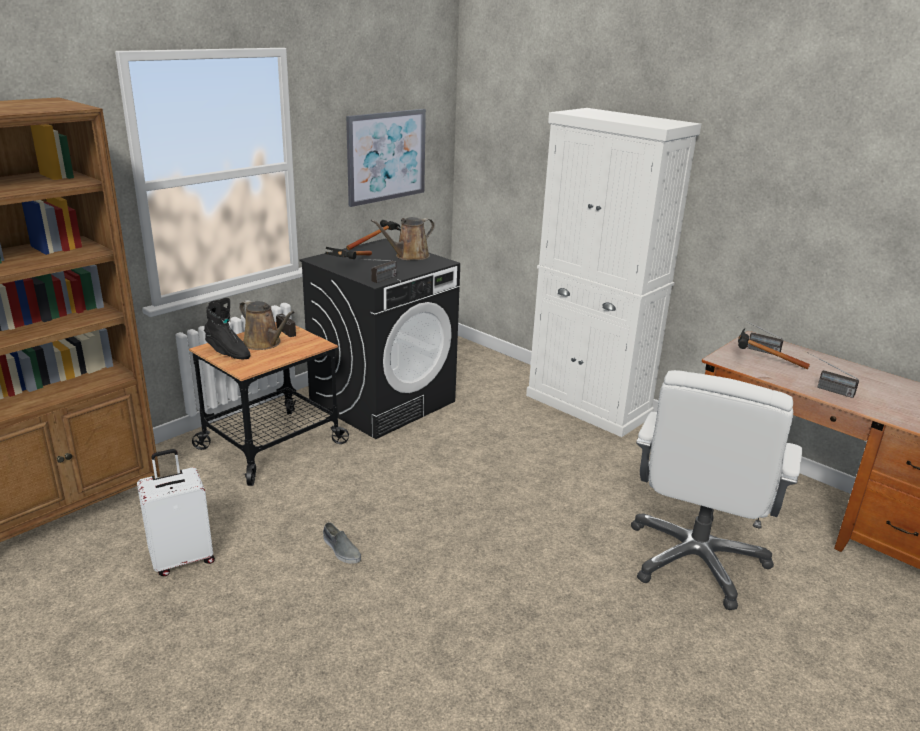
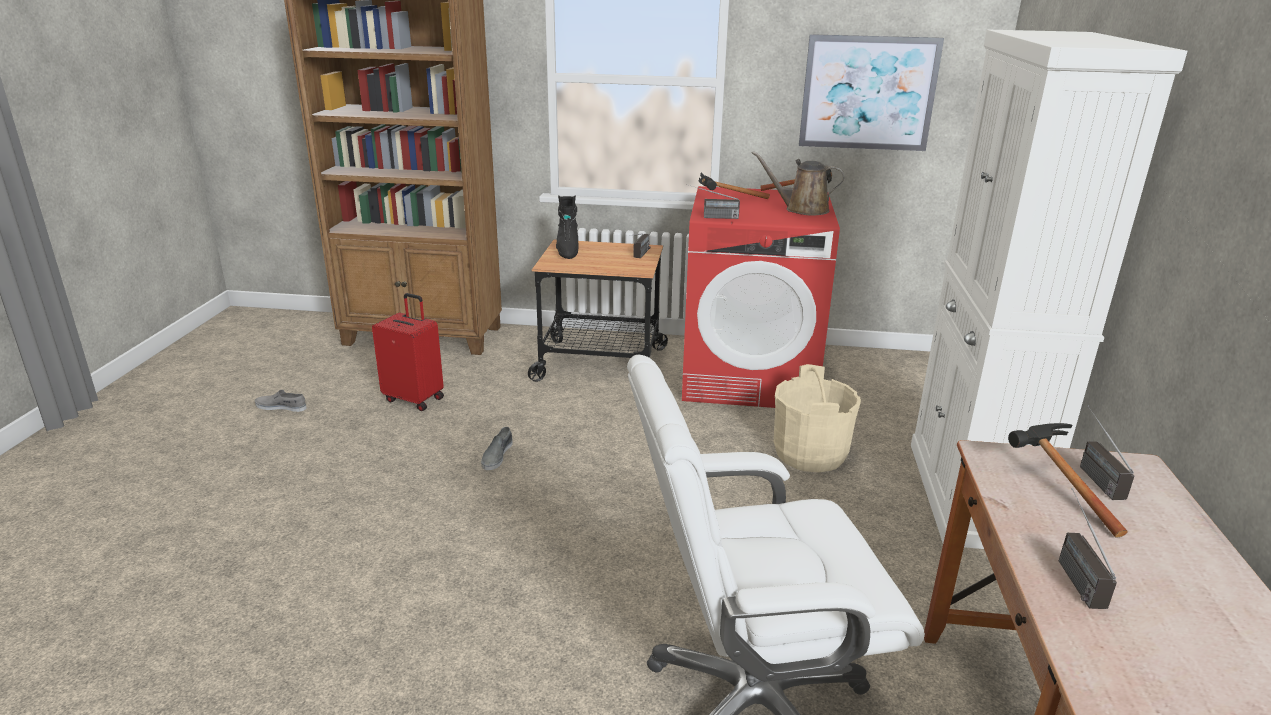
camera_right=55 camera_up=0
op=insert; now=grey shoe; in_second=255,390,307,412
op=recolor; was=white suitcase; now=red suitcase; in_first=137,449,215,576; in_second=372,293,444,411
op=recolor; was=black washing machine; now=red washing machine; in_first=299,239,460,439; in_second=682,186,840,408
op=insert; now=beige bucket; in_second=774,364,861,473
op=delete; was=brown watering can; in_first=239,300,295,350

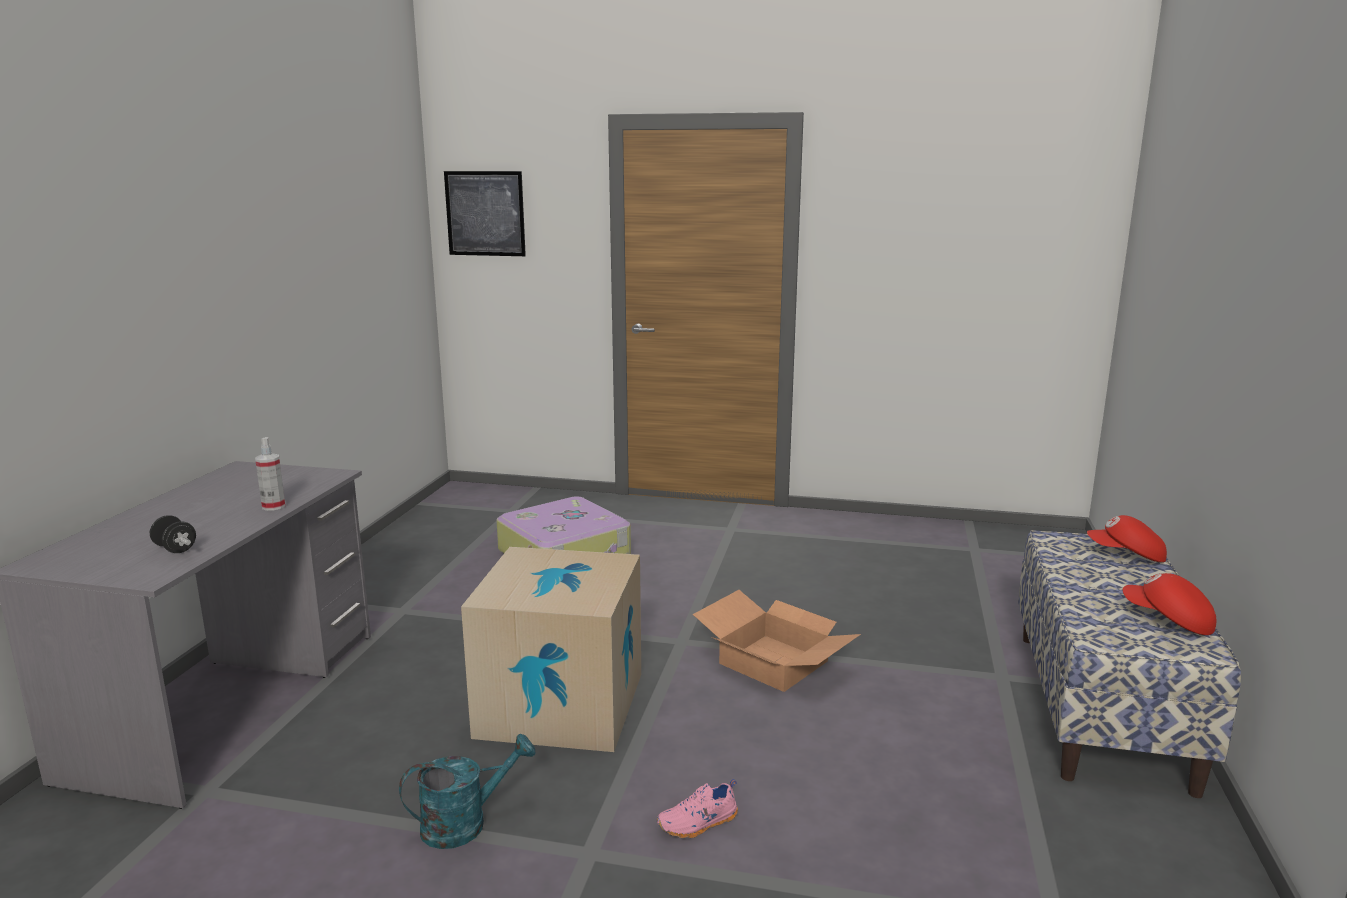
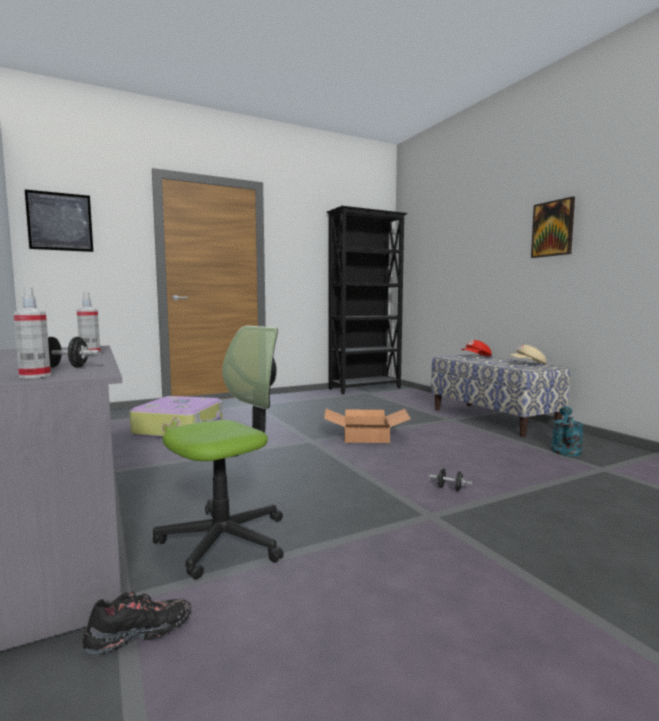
camera_right=-40 camera_up=-10
op=insert; now=spray bottle; in_second=14,287,51,378
op=insert; now=black shoe; in_second=82,592,191,654
op=insert; now=office chair; in_second=153,326,284,579
op=insert; now=black bookcase; in_second=327,206,408,394
op=replace; was=pink shoe; now=black dumbbell; in_first=657,779,738,838; in_second=429,468,472,491
op=recolor; was=red cap; now=beige cap; in_first=1123,573,1216,635; in_second=509,345,546,364
op=insert; now=picture; in_second=531,196,575,258
op=move; was=turquoise watering can; in_first=399,734,536,849; in_second=551,406,584,456
op=delete; was=cardboard box; in_first=461,547,641,752

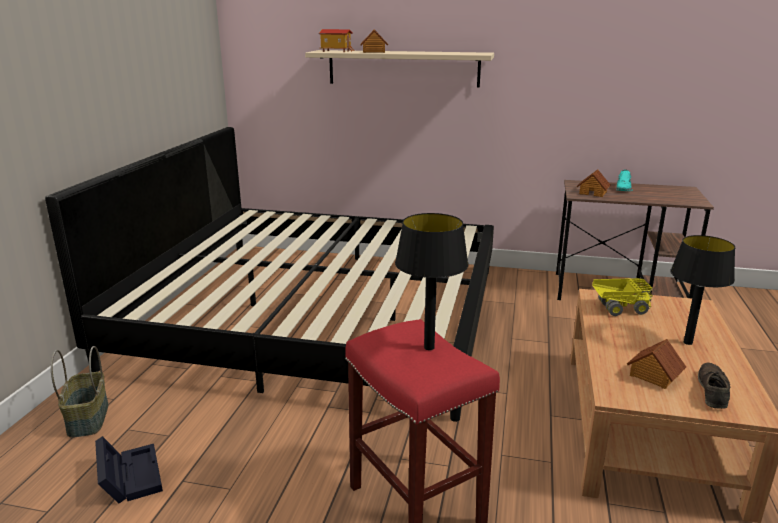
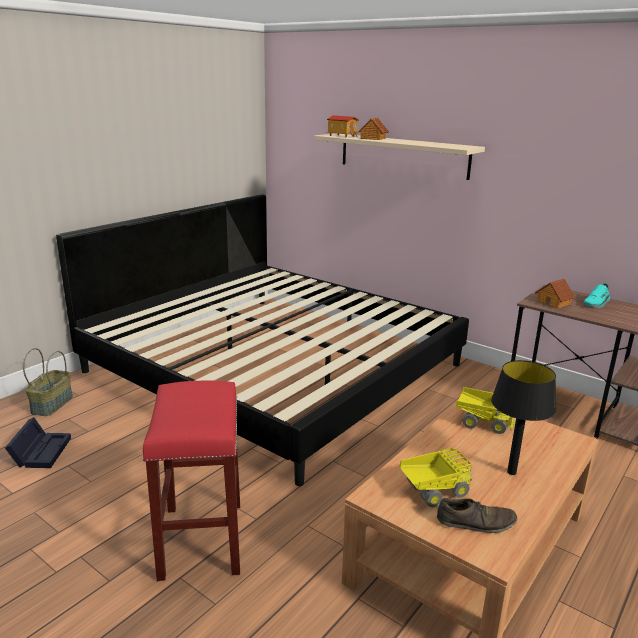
camera_right=25 camera_up=0
op=replace; was=toy house; now=toy truck; in_first=627,339,686,389; in_second=399,448,472,507
op=rotate; was=brown shoe; in_first=698,362,730,409; in_second=437,498,517,533; clockwise=45
op=delete; was=black table lamp; in_first=395,213,469,350

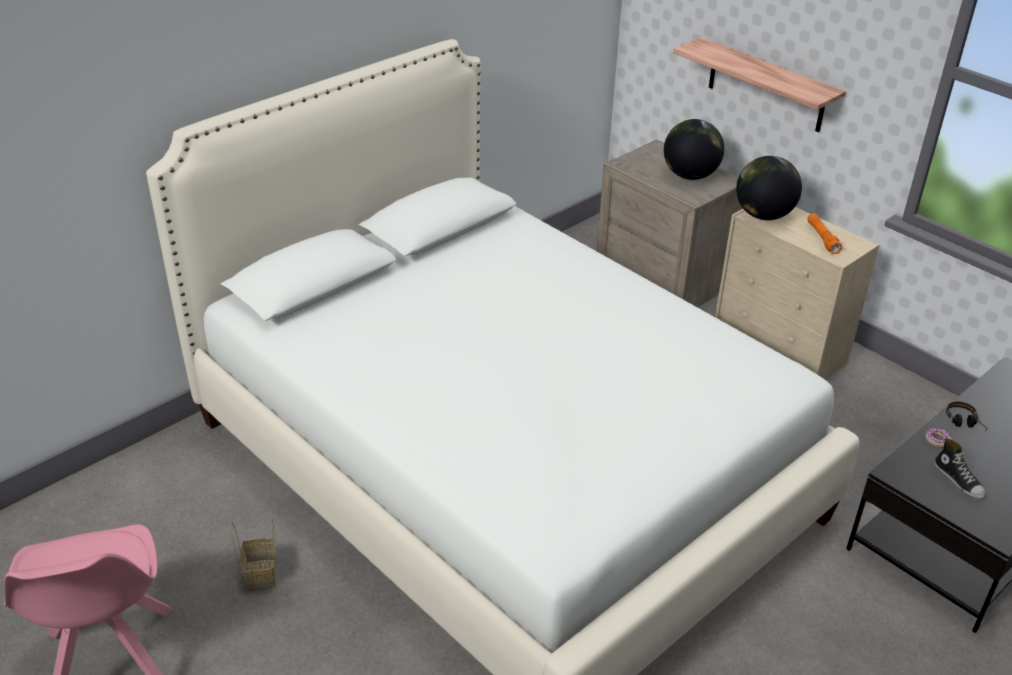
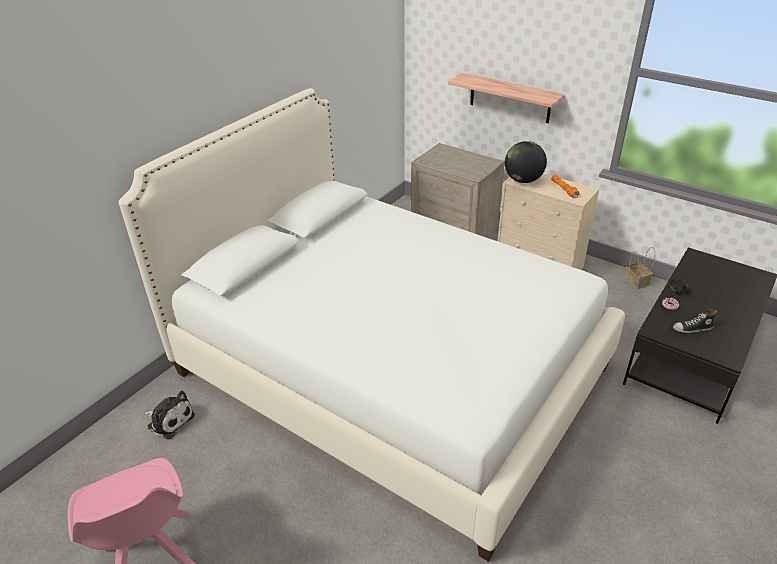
camera_right=-10 camera_up=0
op=insert; now=plush toy; in_second=145,391,195,439
op=move; was=basket; in_first=230,518,277,591; in_second=625,247,655,289
op=rotate; was=shoe; in_first=934,438,986,499; in_second=673,309,717,333; clockwise=120
op=delete; was=globe; in_first=664,119,724,180

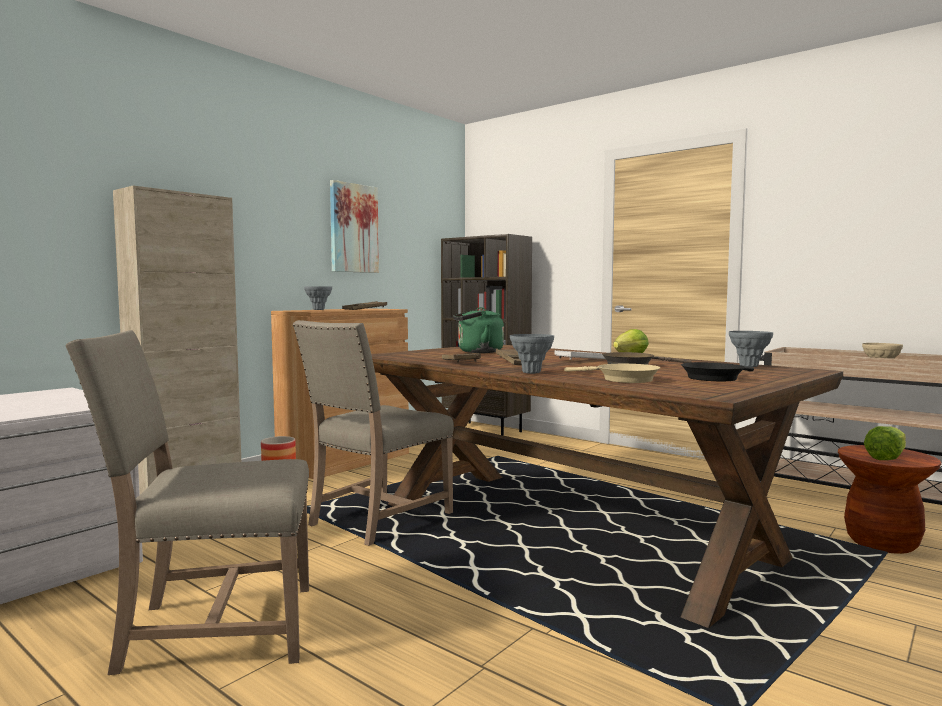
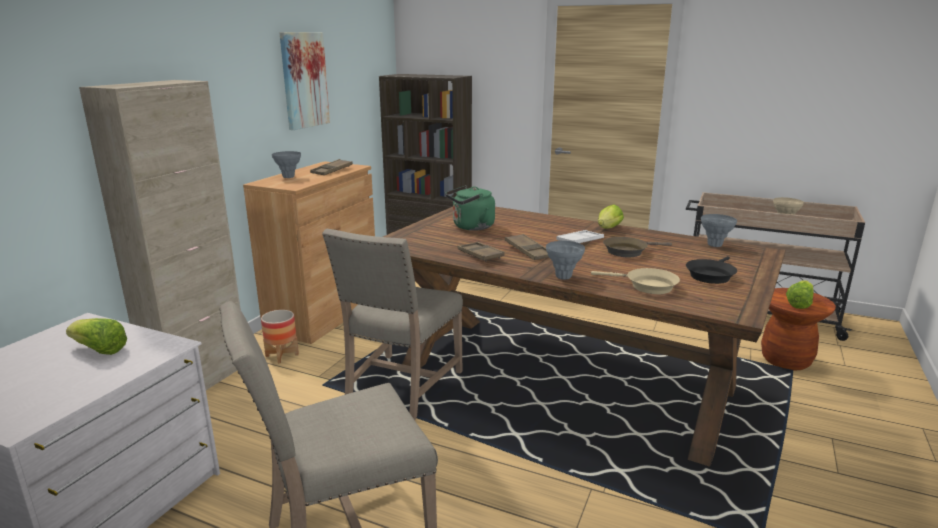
camera_right=-15 camera_up=15
op=insert; now=lettuce; in_second=66,318,127,355

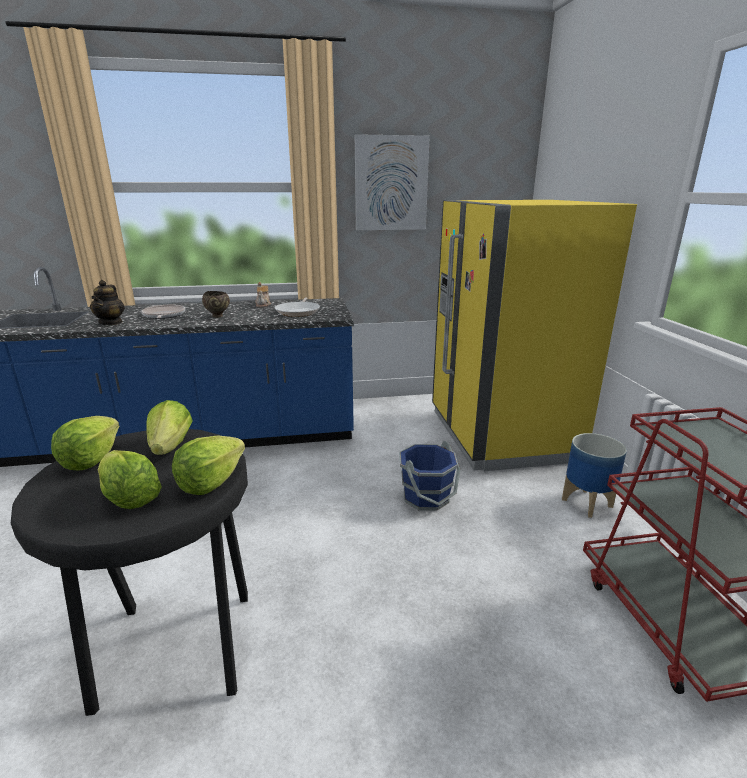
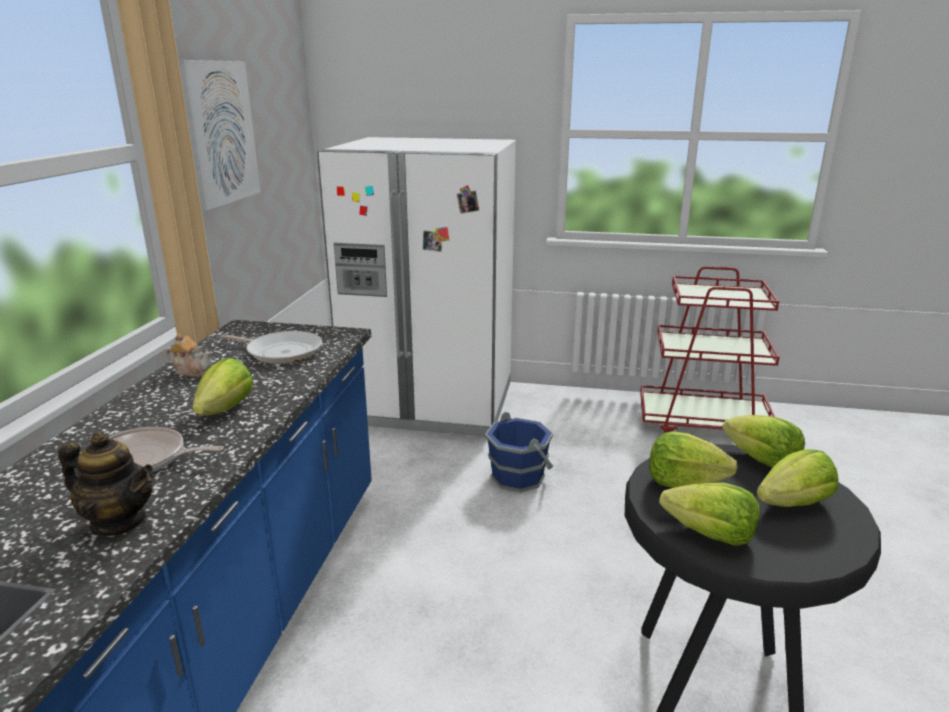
camera_right=-70 camera_up=0
op=replace; was=brown bowl; now=lettuce; in_first=202,291,230,318; in_second=193,358,254,415
op=recolor; was=yellow fridge; now=white fridge; in_first=432,200,637,471; in_second=317,137,516,437
op=delete; was=planter; in_first=562,433,627,518

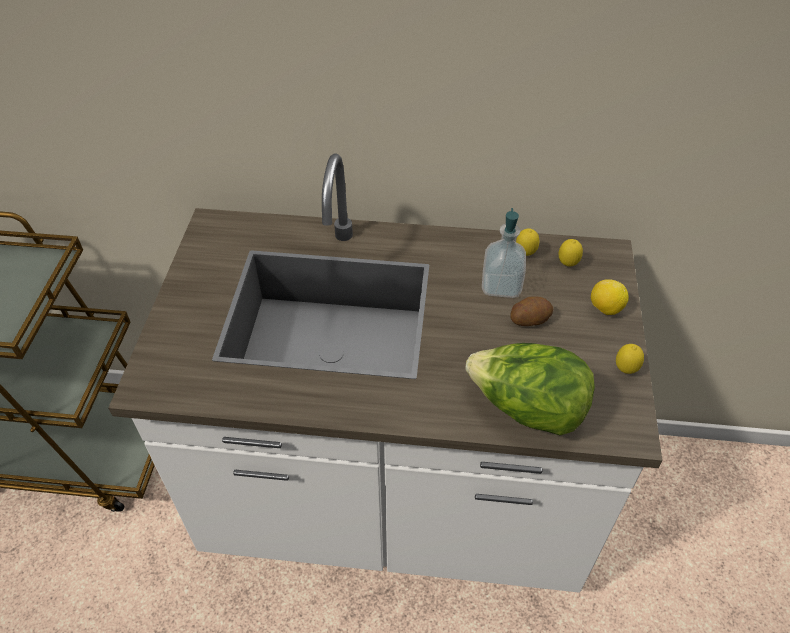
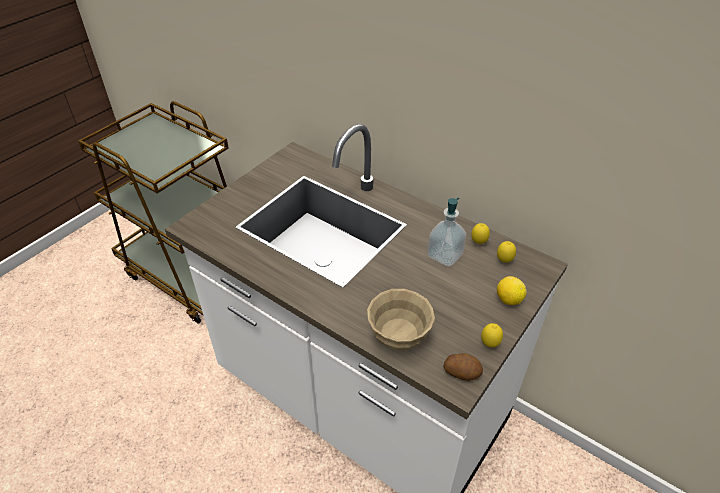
camera_right=30 camera_up=-5
op=replace; was=lettuce; now=beige bowl; in_first=465,343,595,435; in_second=367,289,435,350
op=move; was=potato; in_first=510,297,553,326; in_second=444,353,483,381

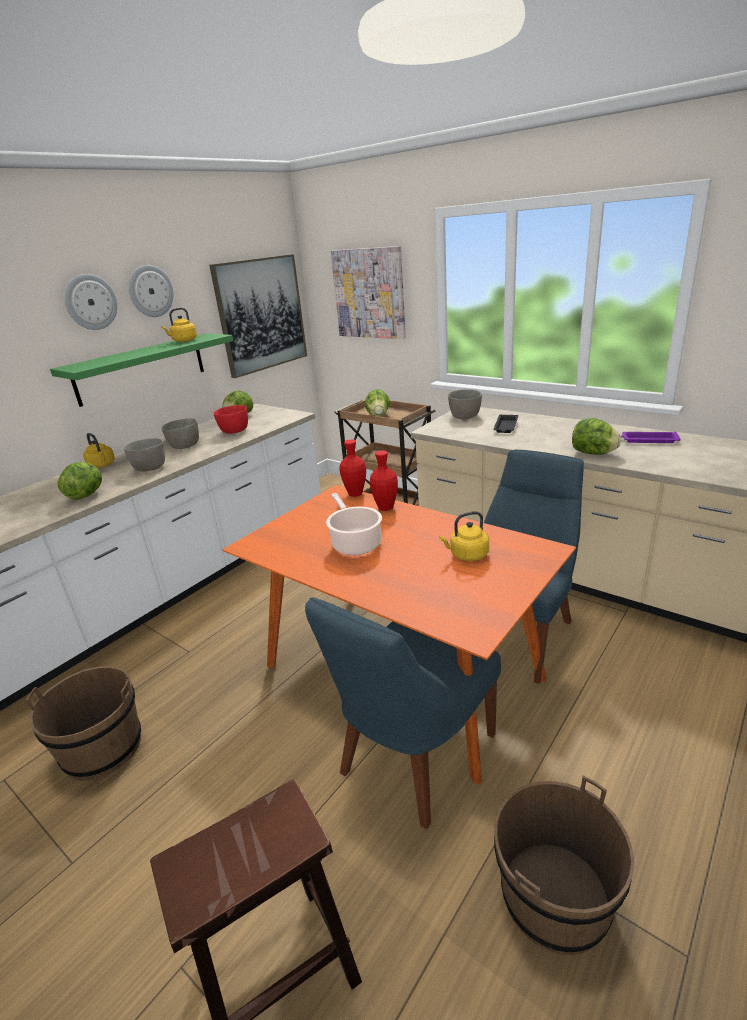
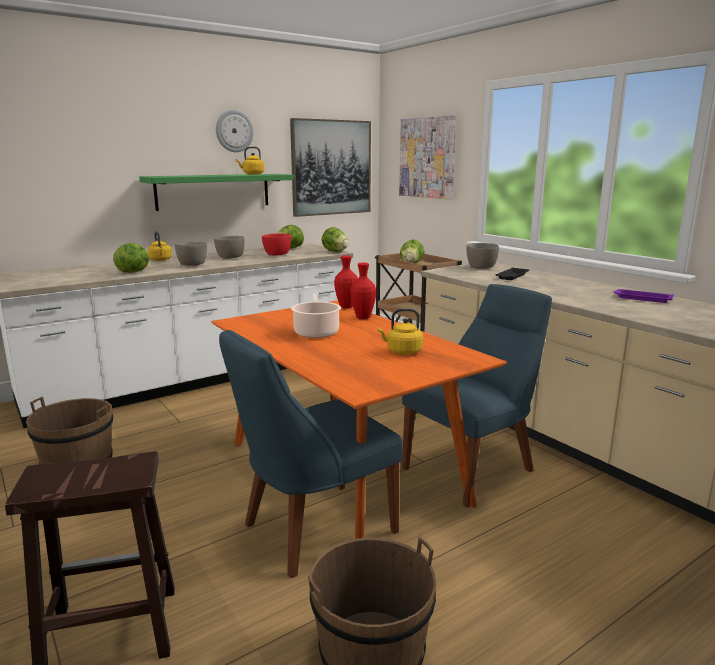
camera_right=15 camera_up=-10
op=move; was=lettuce; in_first=572,418,621,455; in_second=322,227,349,252
op=delete; was=wall clock; in_first=64,274,117,330

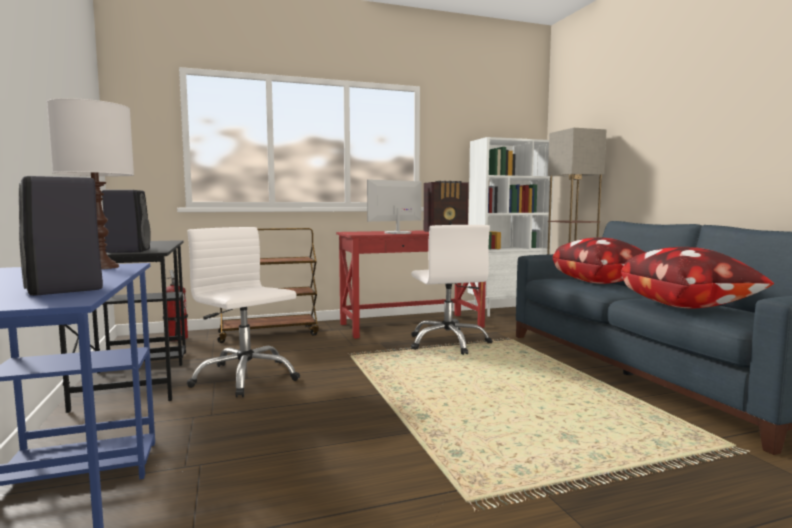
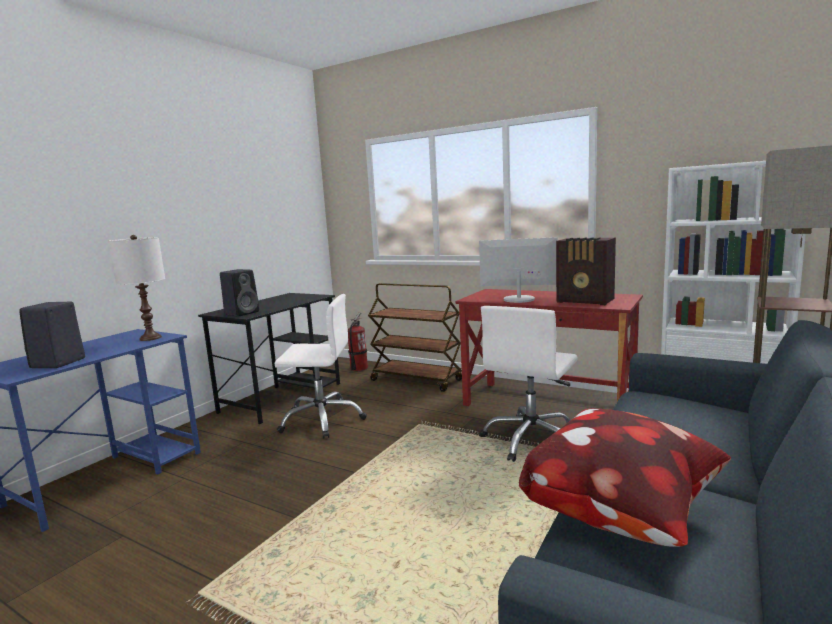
camera_right=50 camera_up=5
op=rotate; was=white office chair; in_first=187,227,300,398; in_second=274,294,367,439; clockwise=90
op=delete; was=pillow; in_first=552,237,645,284

